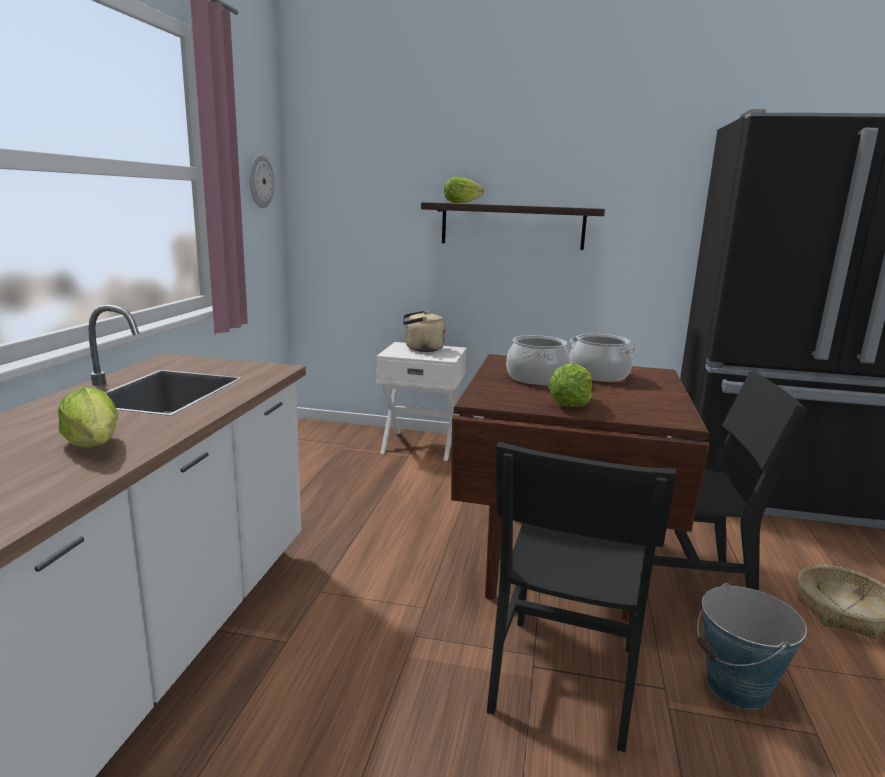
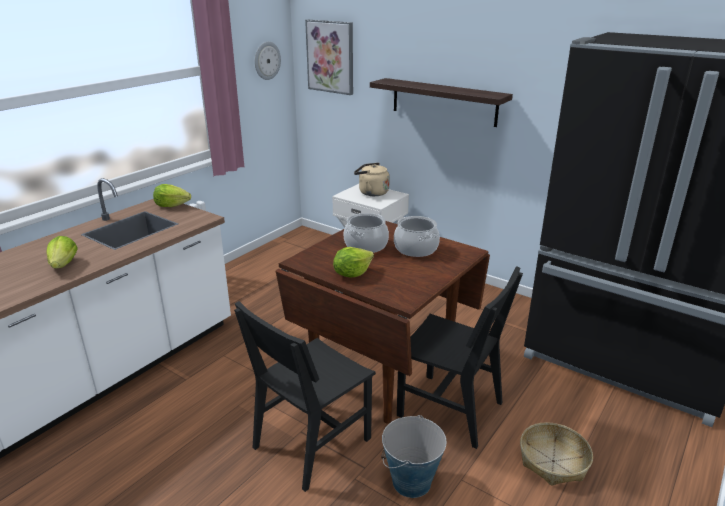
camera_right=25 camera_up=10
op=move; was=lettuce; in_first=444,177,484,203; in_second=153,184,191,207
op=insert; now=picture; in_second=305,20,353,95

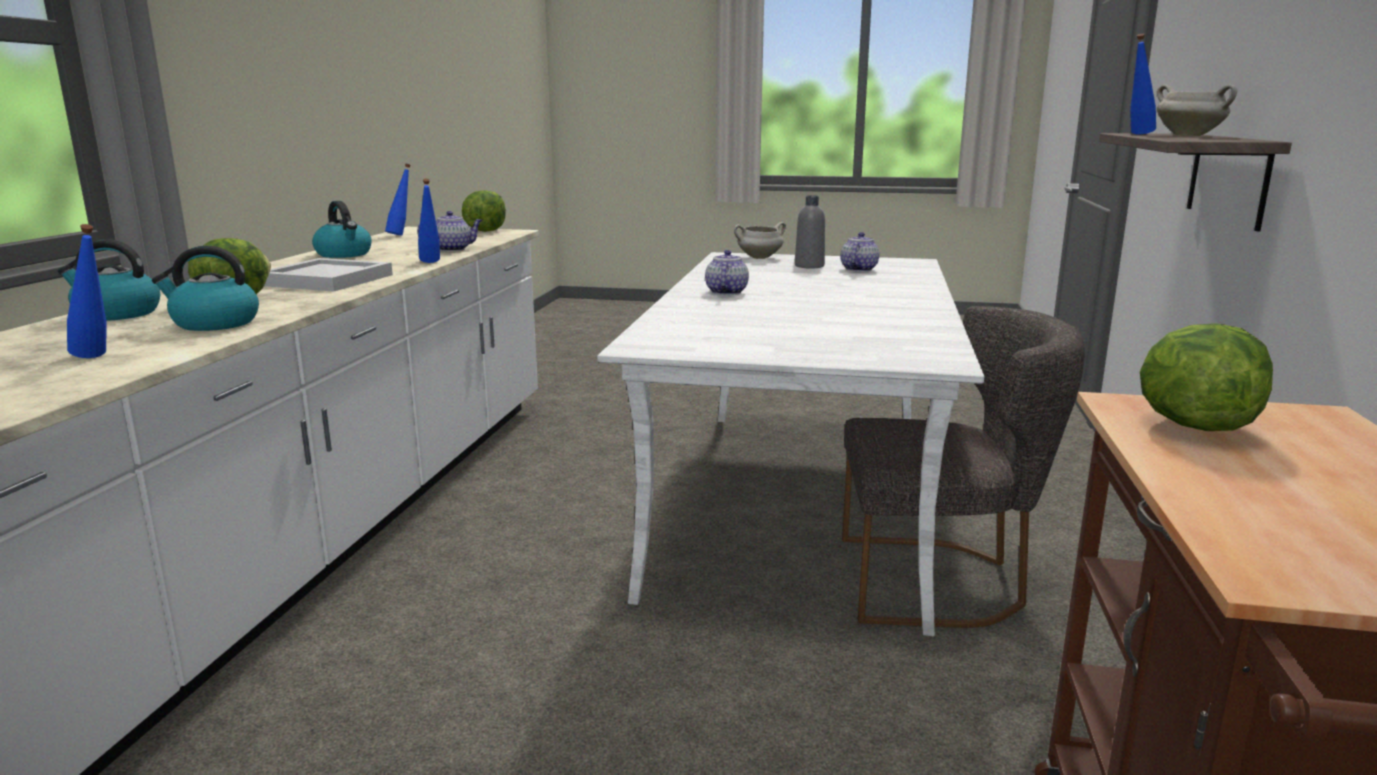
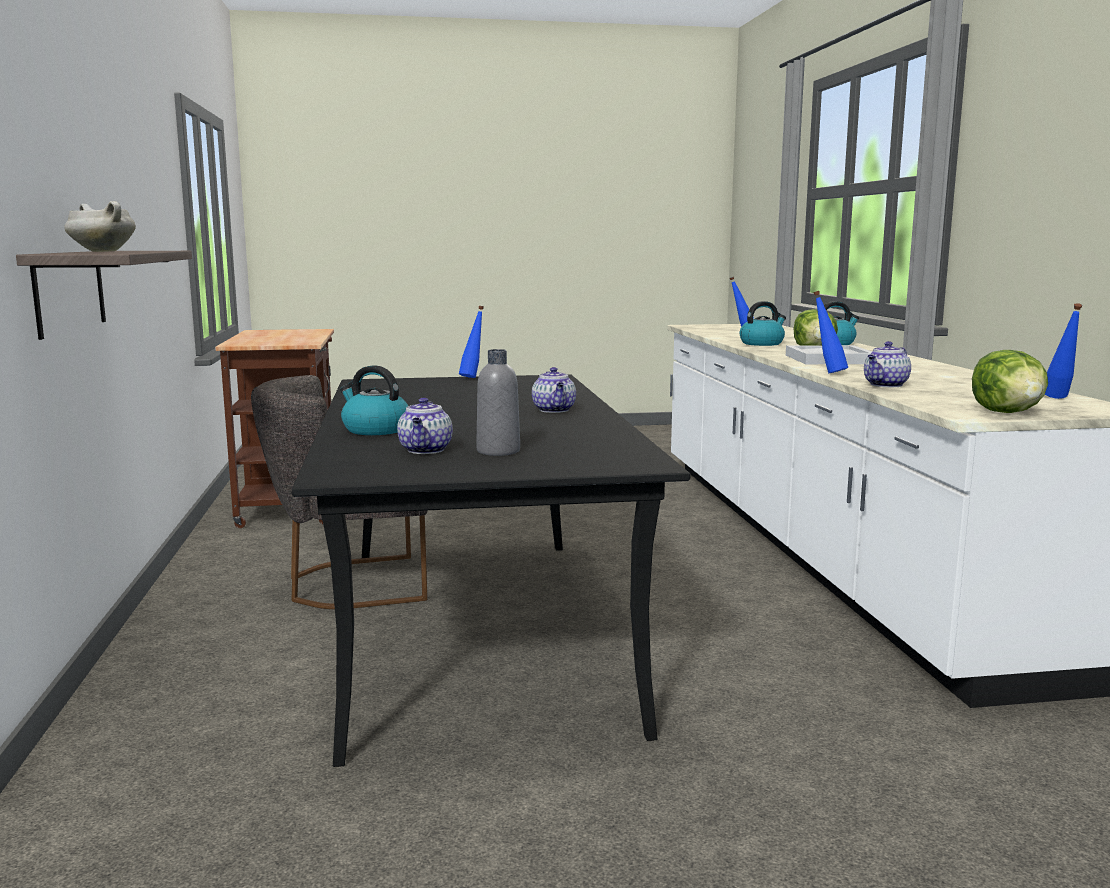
camera_right=160 camera_up=-5
op=recolor; was=white dining table; now=black dining table; in_first=597,252,985,636; in_second=292,374,690,767
op=move; was=kettle; in_first=312,201,372,258; in_second=340,365,408,435
op=move; was=blue bottle; in_first=1130,34,1156,134; in_second=459,306,484,378
op=delete; was=white cooking pot; in_first=734,222,786,259
op=delete; was=lettuce; in_first=1140,323,1273,431

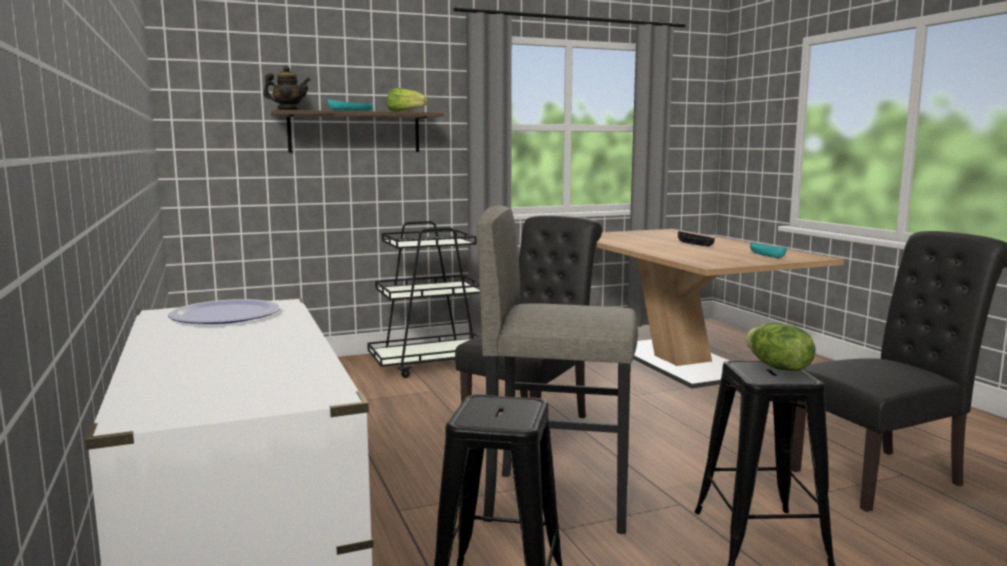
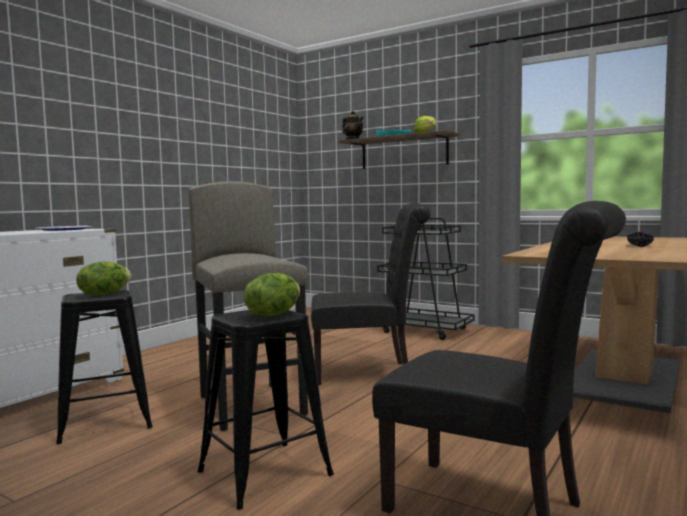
camera_right=55 camera_up=-5
op=insert; now=lettuce; in_second=76,262,132,295
op=delete; was=turquoise bowl; in_first=750,242,787,259

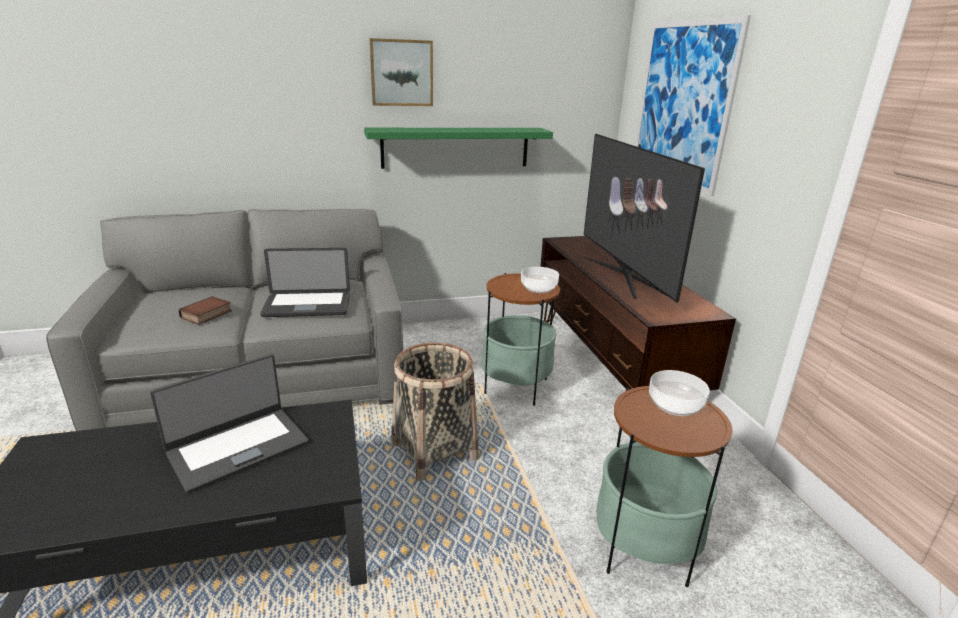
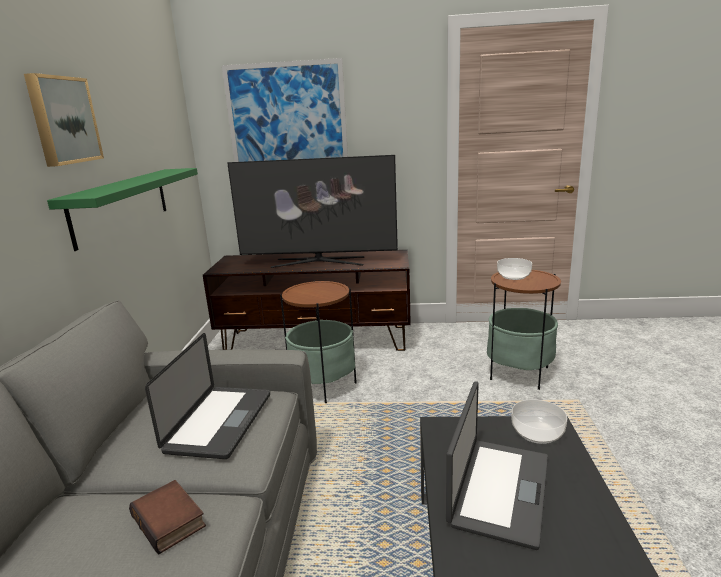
camera_right=-70 camera_up=-5
op=rotate; was=laptop; in_first=150,354,309,493; in_second=446,382,548,550; clockwise=45
op=move; was=bowl; in_first=521,267,559,293; in_second=512,399,567,444
op=delete; was=basket; in_first=391,342,479,481

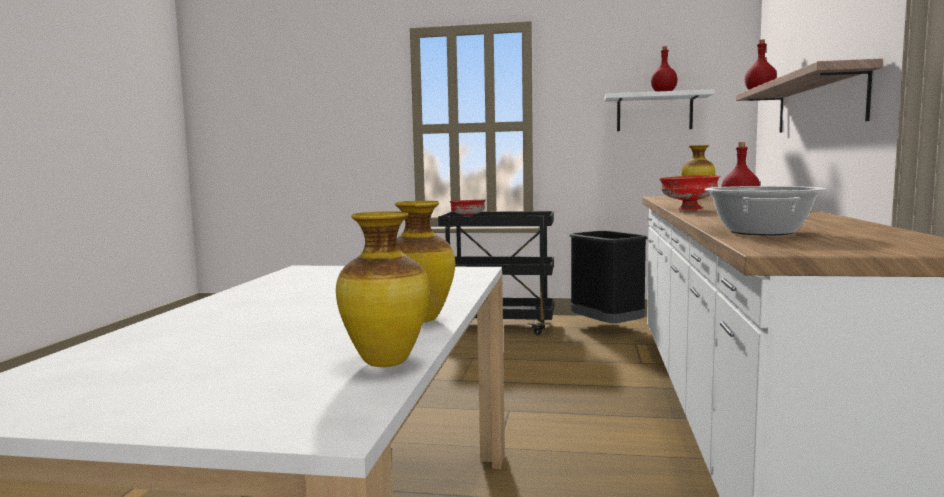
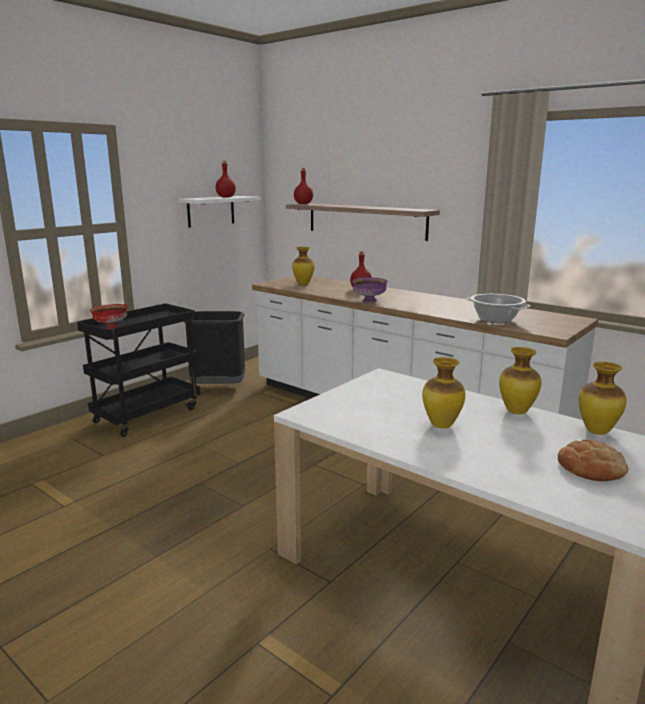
camera_right=-60 camera_up=10
op=recolor; was=red bowl; now=purple bowl; in_first=659,175,720,210; in_second=352,277,388,302
op=insert; now=vase; in_second=422,357,465,429
op=insert; now=bread; in_second=558,439,628,481

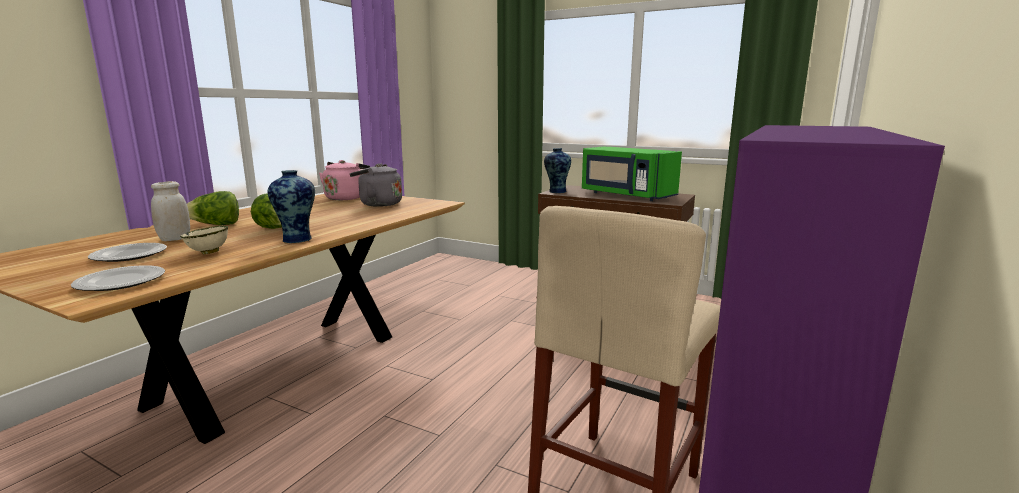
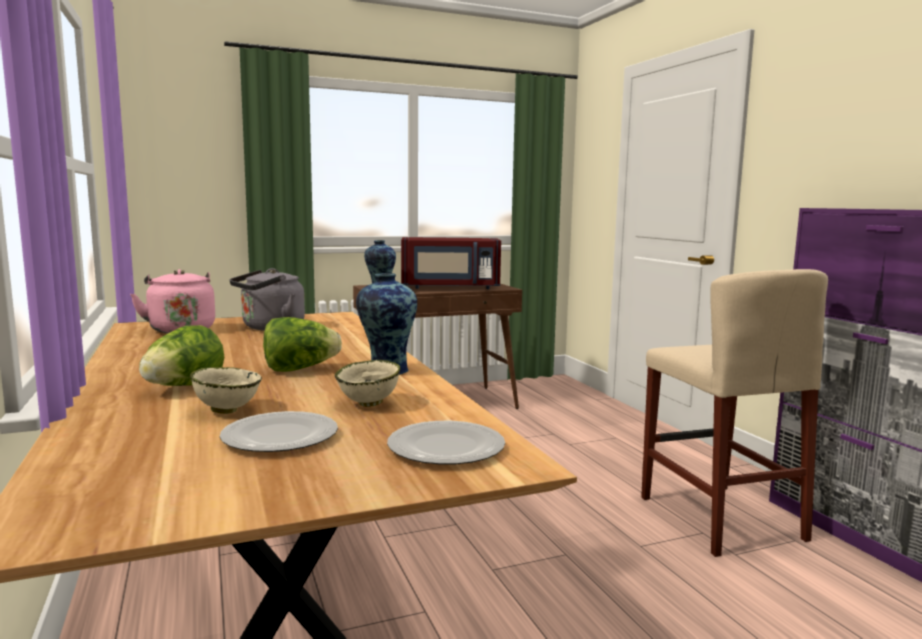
camera_right=-50 camera_up=-5
op=replace; was=white jar; now=beige bowl; in_first=151,181,190,241; in_second=190,367,262,414
op=recolor; was=green microwave; now=red microwave; in_first=582,146,682,201; in_second=401,237,501,289

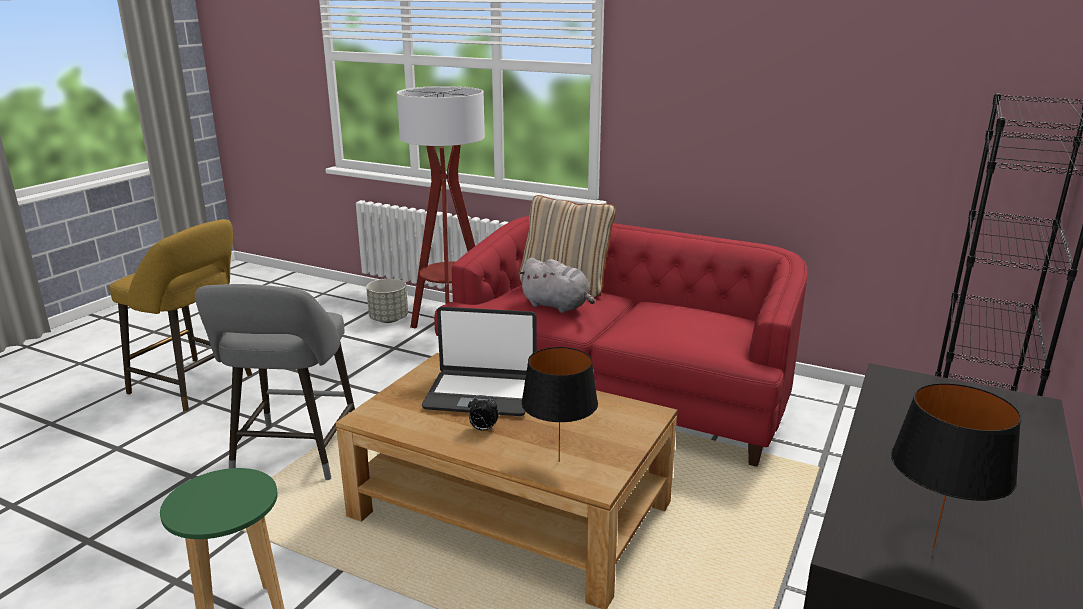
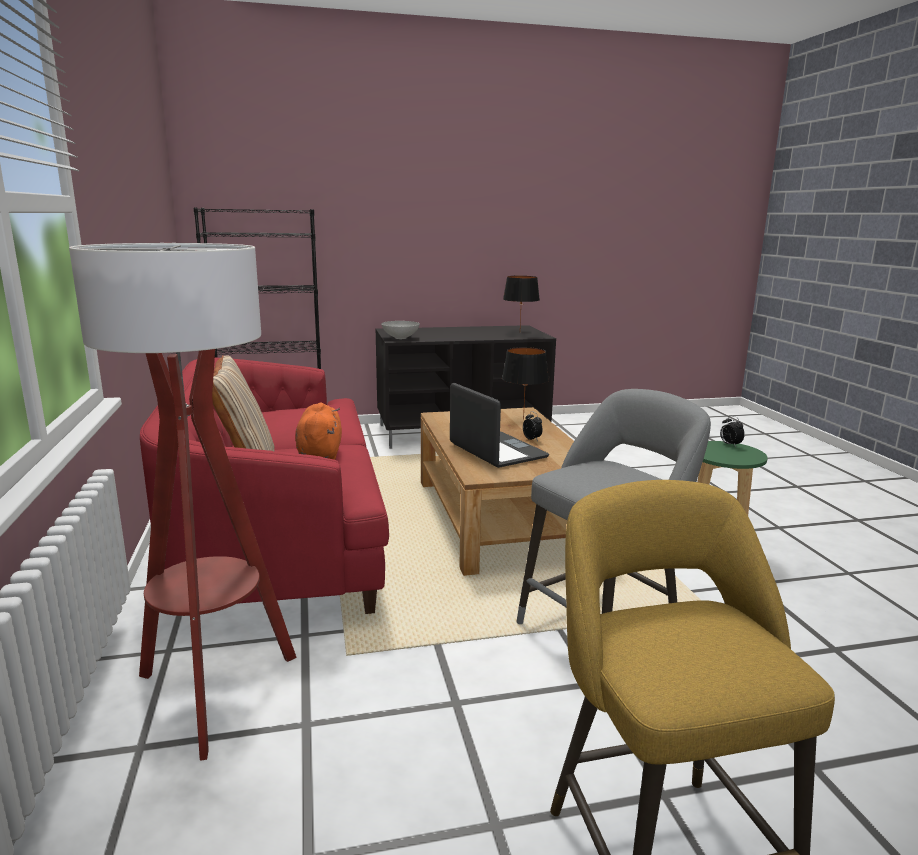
camera_right=-130 camera_up=-5
op=recolor; was=grey plush toy; now=orange plush toy; in_first=518,258,595,313; in_second=295,402,342,460
op=insert; now=grey bowl; in_second=381,321,420,339
op=insert; now=alarm clock; in_second=720,415,745,447
op=delete; was=grey planter; in_first=366,279,408,323

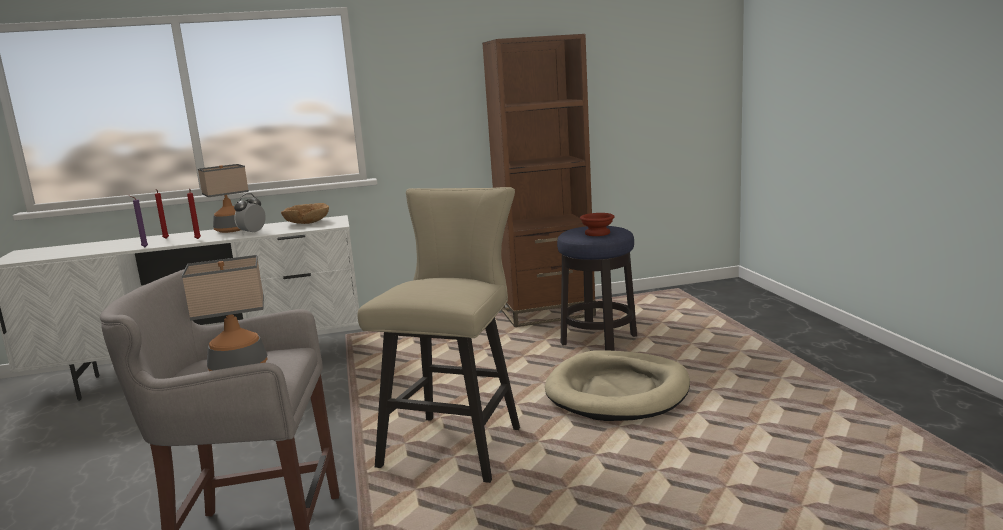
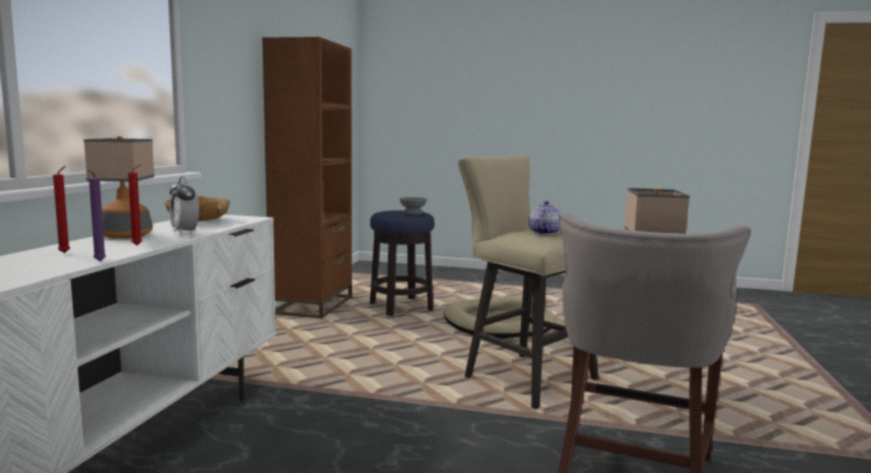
camera_right=-65 camera_up=-5
op=recolor; was=brown bowl; now=grey bowl; in_first=580,213,614,236; in_second=399,197,427,215
op=insert; now=teapot; in_second=528,201,561,235

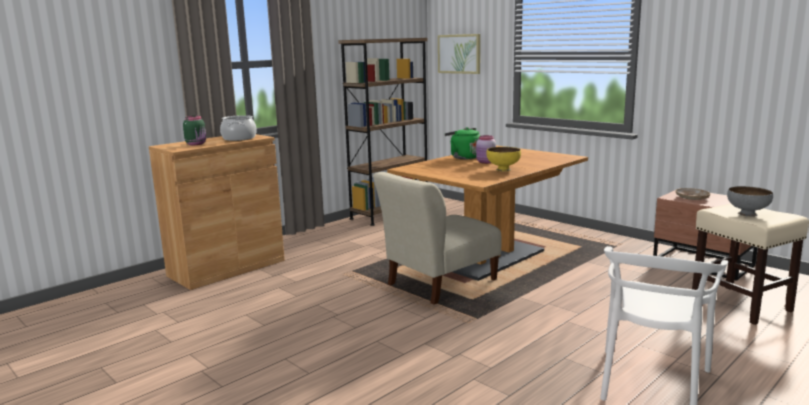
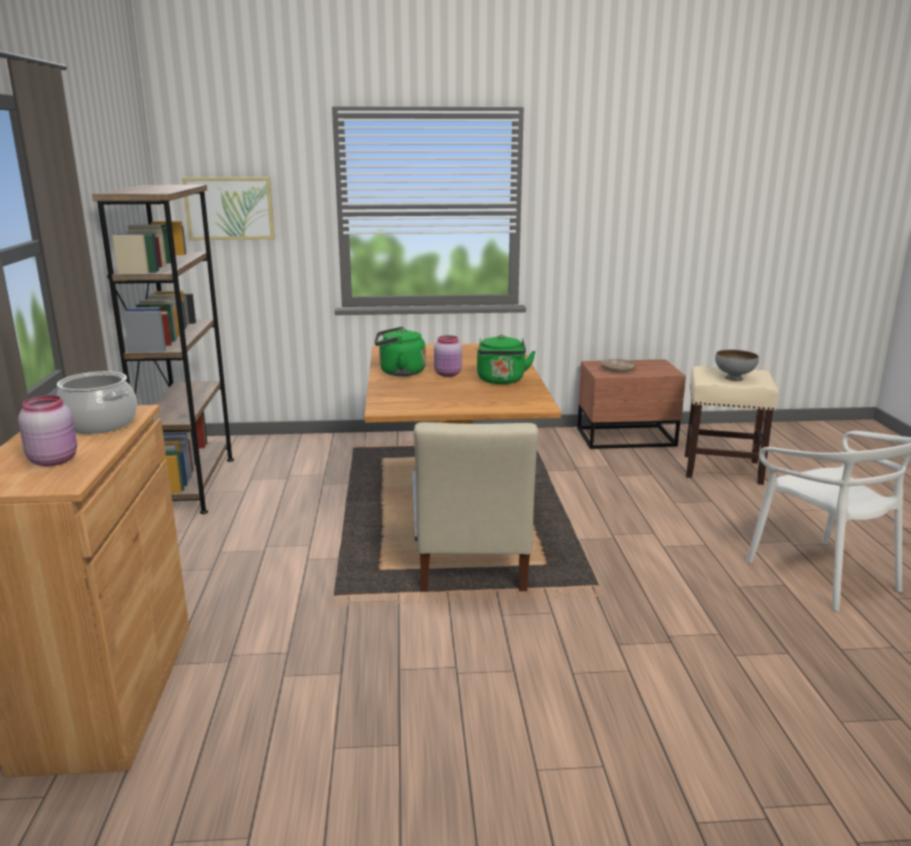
camera_right=-50 camera_up=5
op=recolor; was=green jar; now=pink jar; in_first=183,116,206,145; in_second=18,395,77,466
op=replace; was=yellow bowl; now=green kettle; in_first=486,147,521,172; in_second=477,334,536,384

